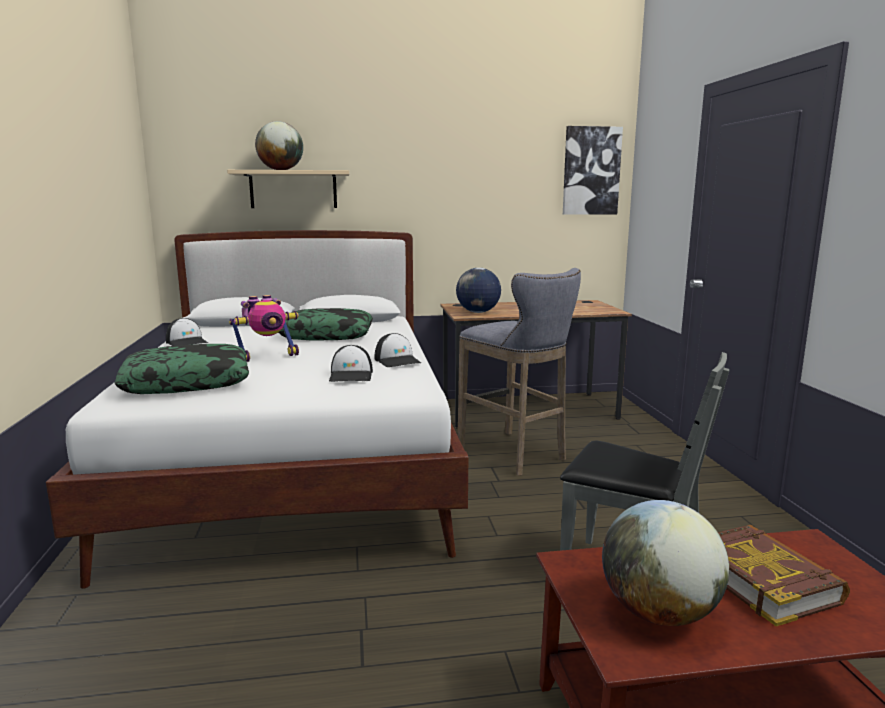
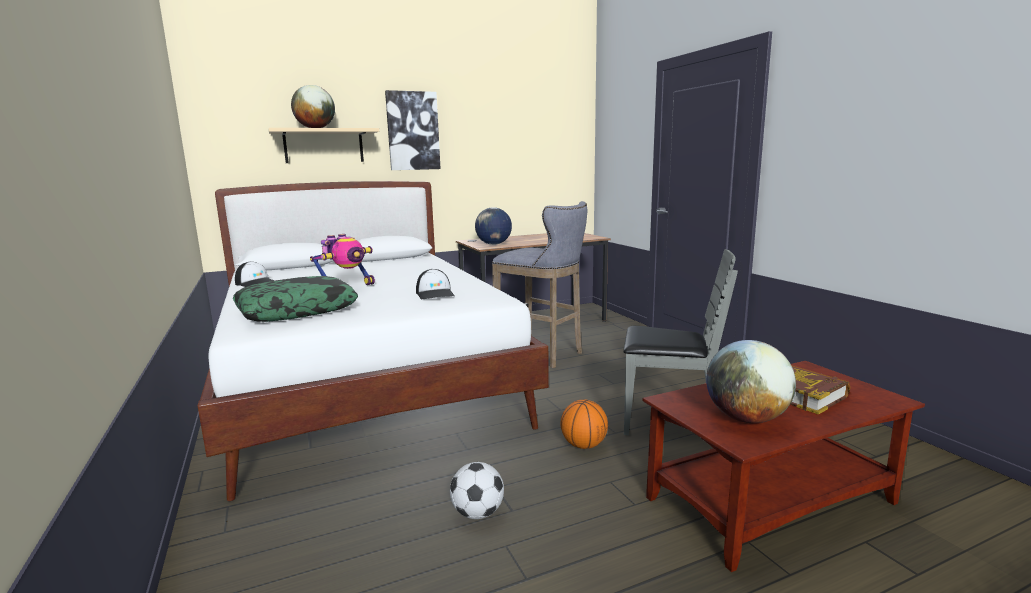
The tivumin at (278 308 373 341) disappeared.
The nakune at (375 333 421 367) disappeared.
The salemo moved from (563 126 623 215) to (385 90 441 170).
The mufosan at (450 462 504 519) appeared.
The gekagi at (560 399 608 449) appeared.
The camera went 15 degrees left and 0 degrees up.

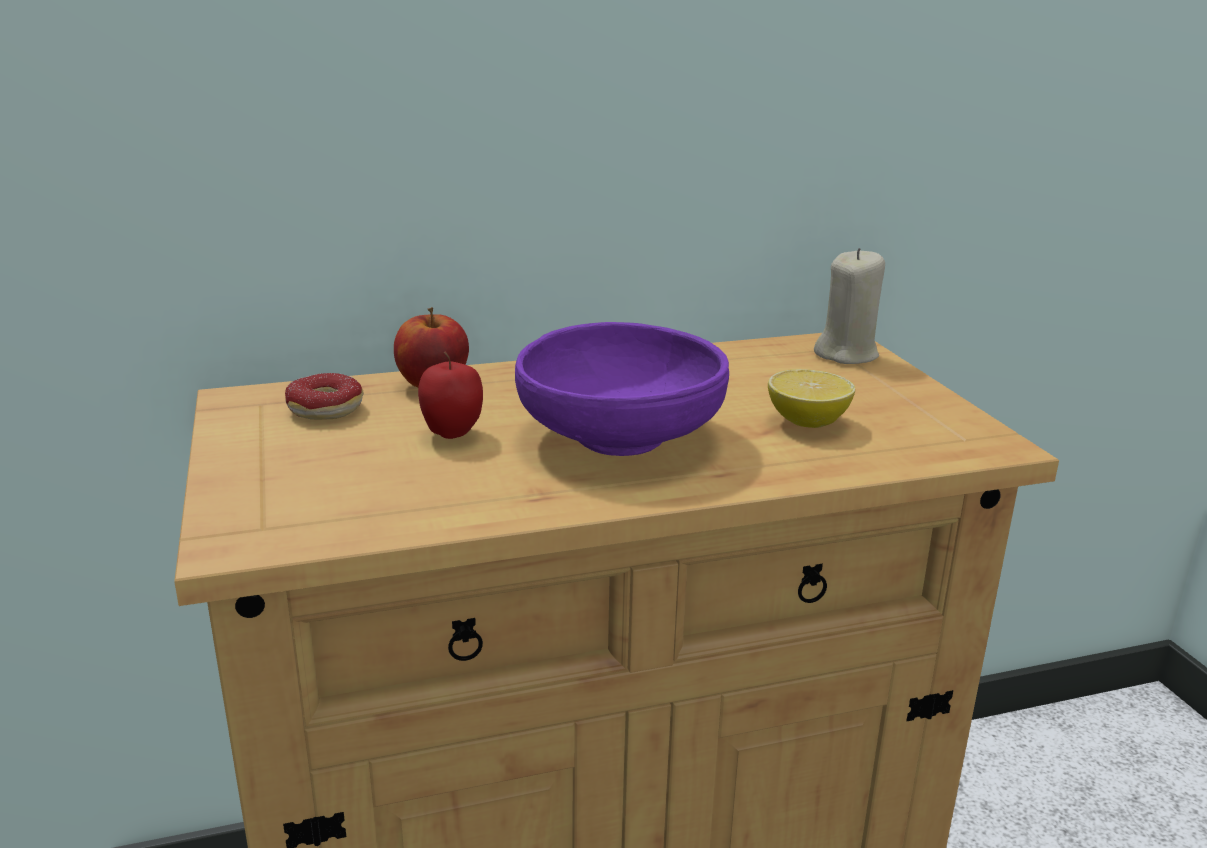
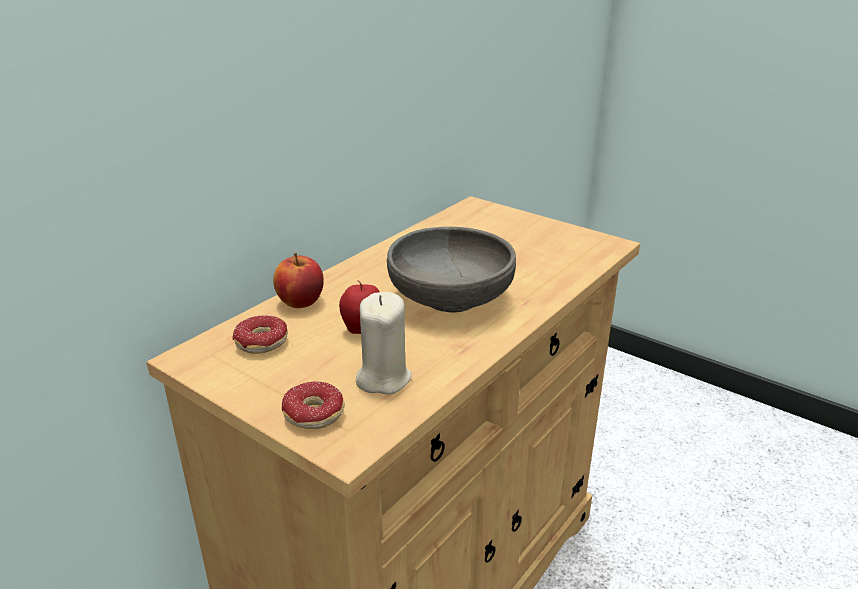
The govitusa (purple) at (515 322 729 456) became the govitusa (grey) at (387 227 516 313).
The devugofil at (768 369 855 428) disappeared.
The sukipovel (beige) moved from (814 248 885 364) to (356 292 411 395).
The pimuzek at (282 381 345 429) appeared.
The camera went 35 degrees left and 5 degrees up.

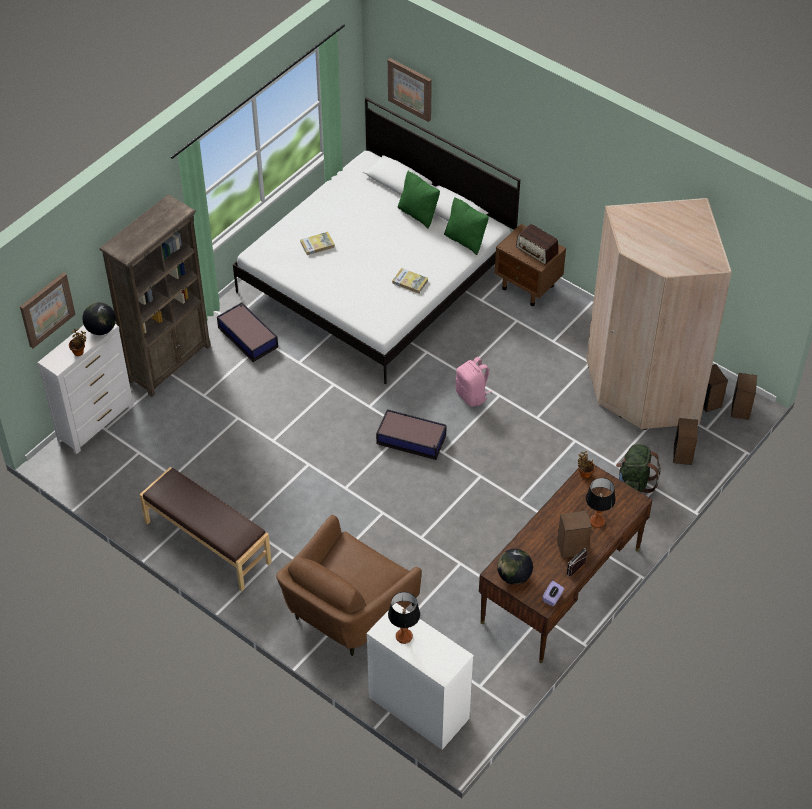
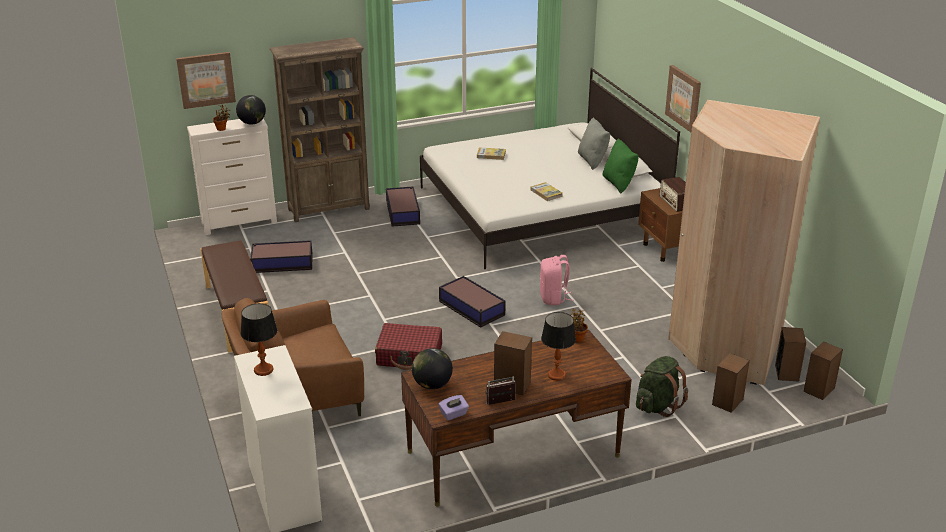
The salemo moved from (388 58 432 122) to (665 65 701 132).
The tivumin (green) at (398 171 440 229) became the tivumin (grey) at (578 117 610 170).
The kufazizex at (250 240 313 273) appeared.
The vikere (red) at (375 323 442 370) appeared.
The camera went 30 degrees right and 20 degrees down.

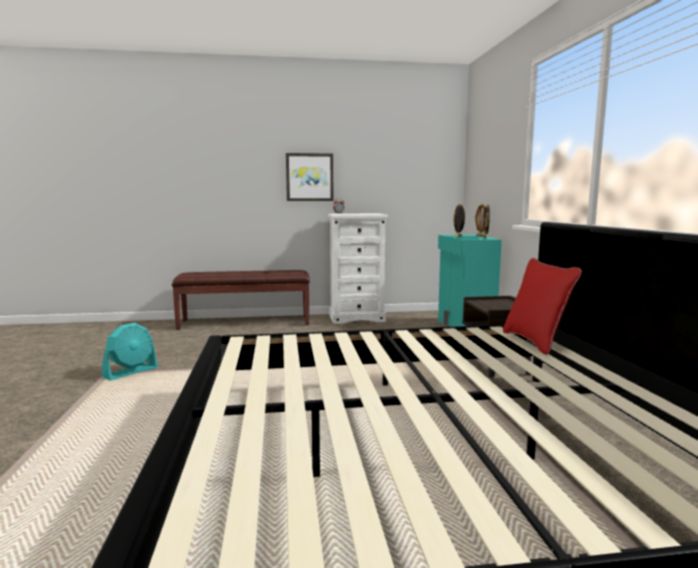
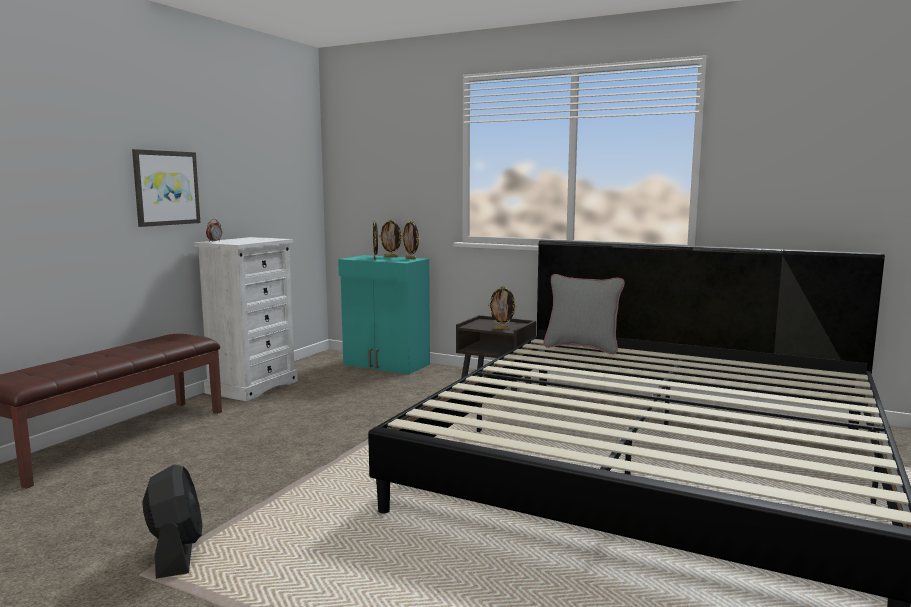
The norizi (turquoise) at (101 323 158 381) became the norizi (black) at (142 464 202 578).
The tivumin (red) at (503 258 582 355) became the tivumin (grey) at (543 274 625 354).
The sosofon at (488 286 517 330) appeared.
The camera went 55 degrees left and 0 degrees up.

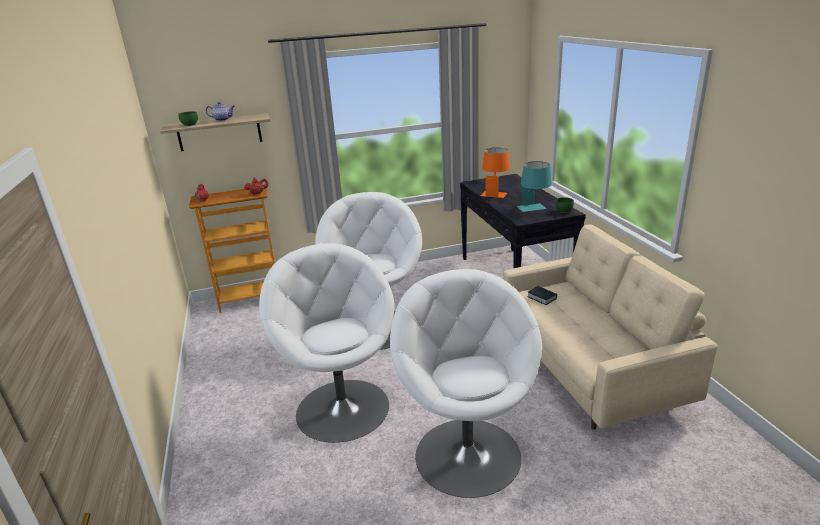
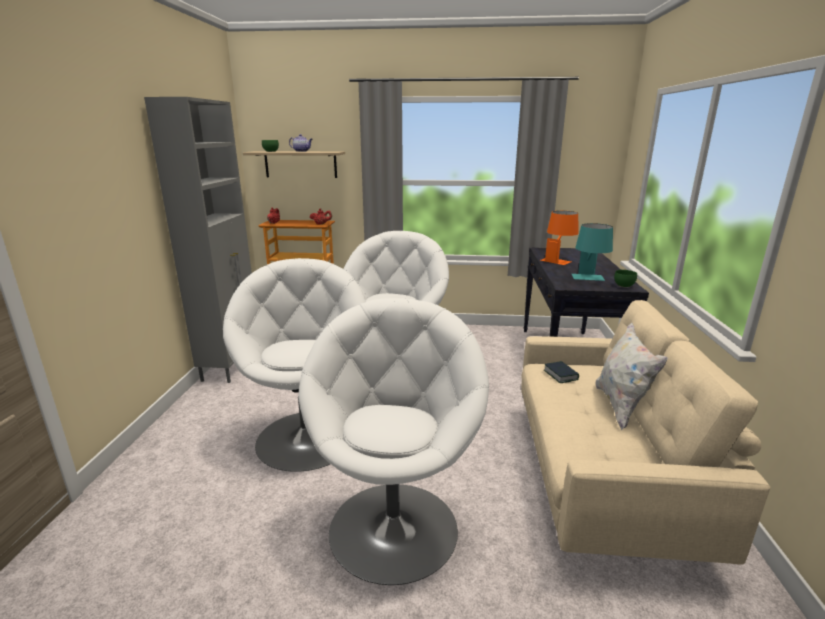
The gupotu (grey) at (144 97 252 383) appeared.
The tivumin (white) at (595 323 668 430) appeared.
The camera went 20 degrees right and 5 degrees down.

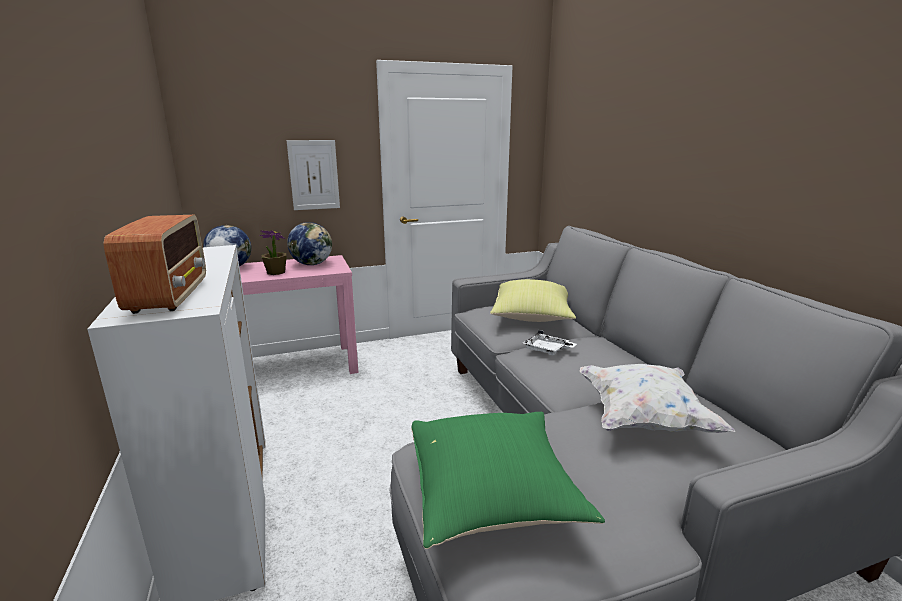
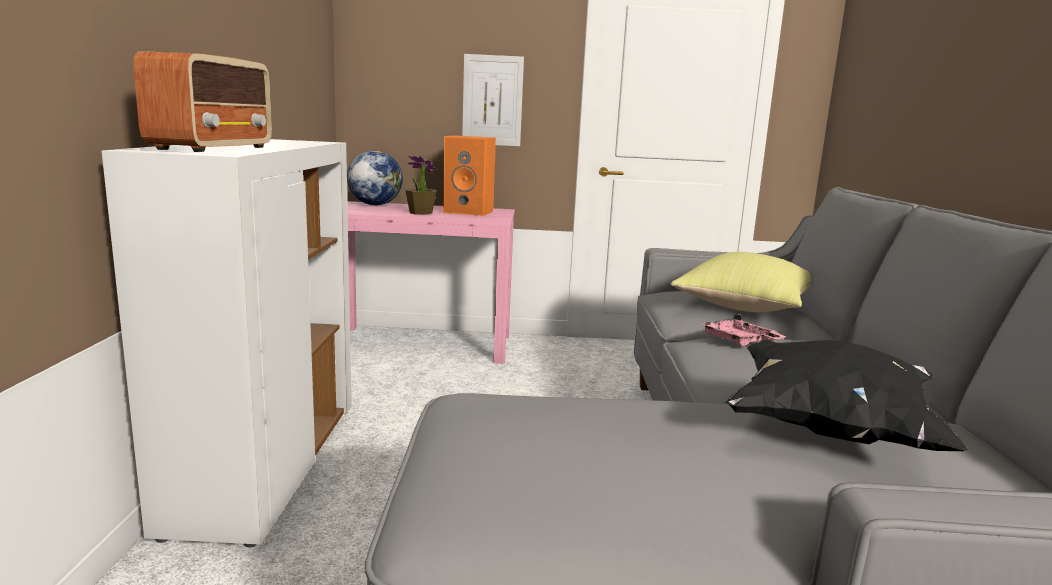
The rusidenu at (287 222 332 265) was replaced by the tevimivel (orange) at (443 135 496 216).
The tivumin (green) at (411 411 605 549) disappeared.
The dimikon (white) at (523 330 577 355) became the dimikon (pink) at (700 313 787 346).
The tivumin (white) at (580 364 735 433) became the tivumin (black) at (725 340 967 451).
The camera went 20 degrees right and 5 degrees down.

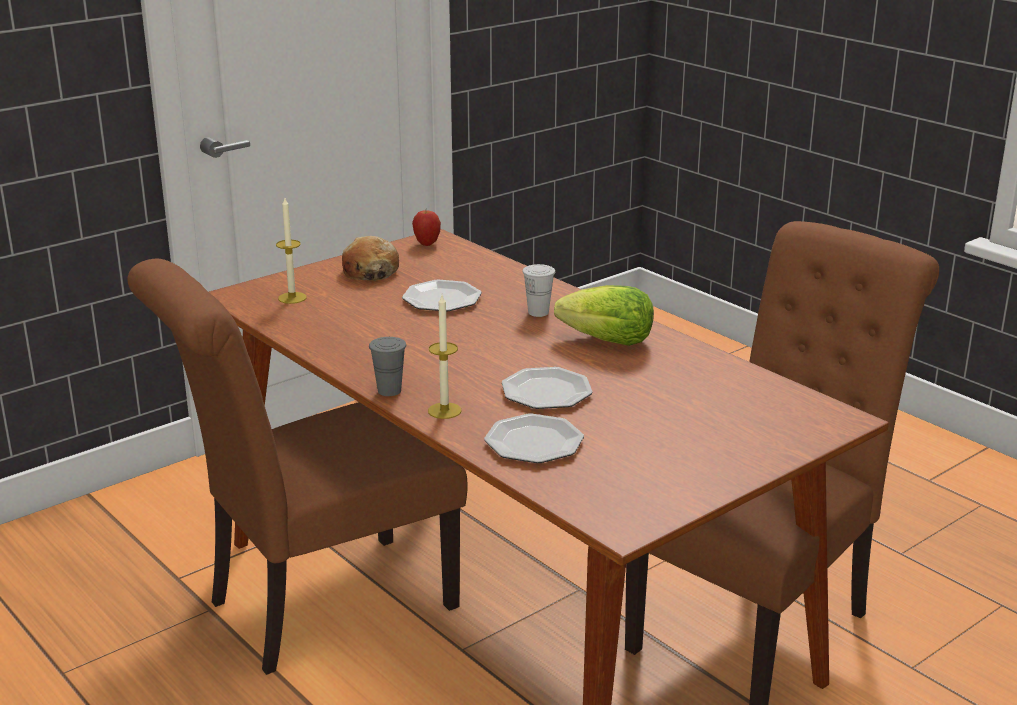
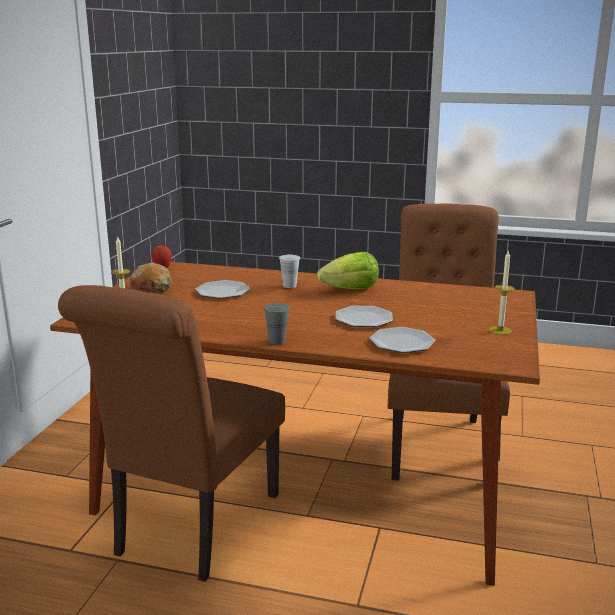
The sukipovel moved from (428 295 462 419) to (489 251 515 335).
The camera went 35 degrees left and 5 degrees down.

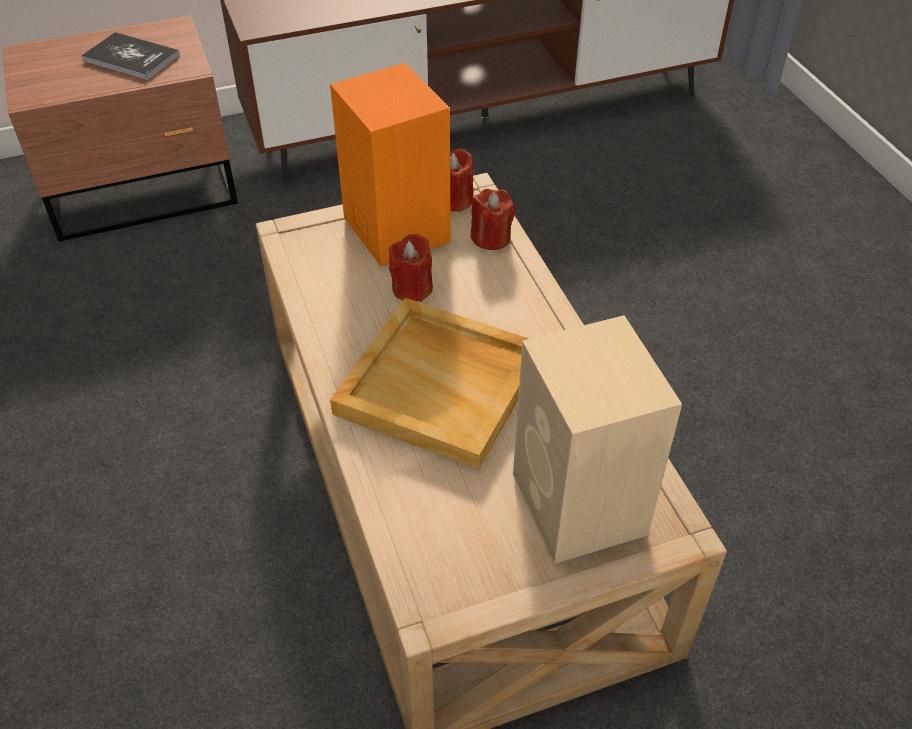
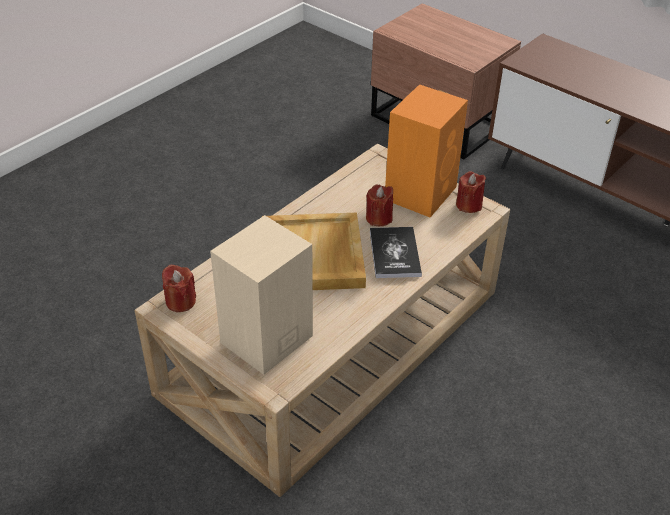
The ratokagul moved from (81 32 180 80) to (370 227 422 278).
The sukipovel (red) moved from (471 189 515 250) to (162 264 196 312).
The camera went 60 degrees right and 5 degrees down.

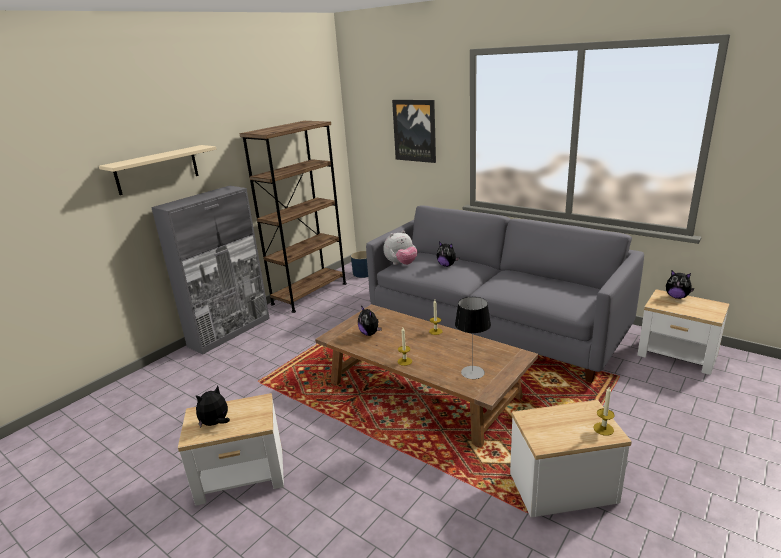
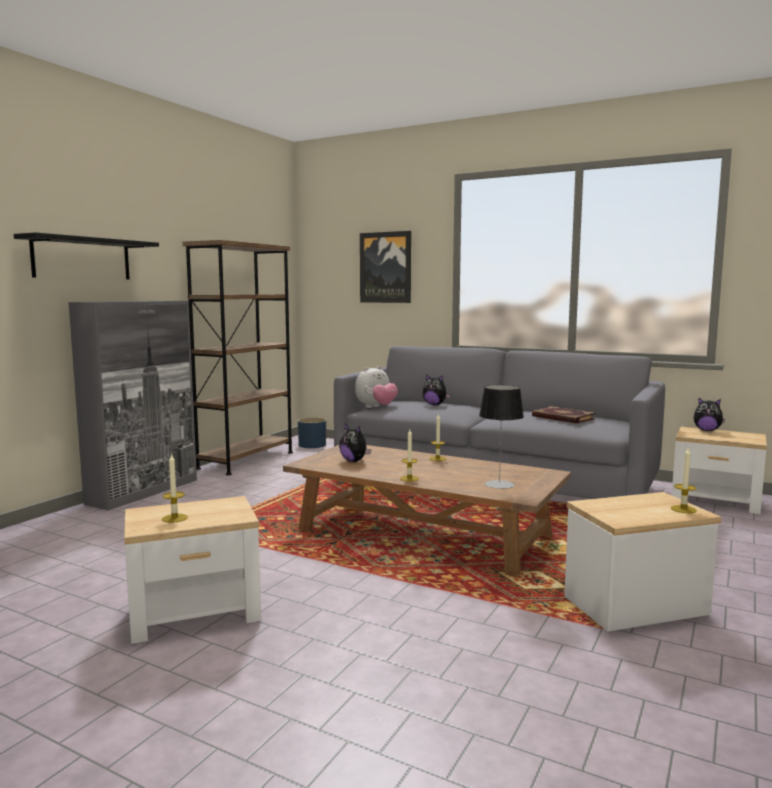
The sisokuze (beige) at (99 145 216 195) became the sisokuze (black) at (14 232 159 279).
The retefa at (196 386 230 427) was replaced by the sukipovel at (162 453 188 523).
The ratokagul at (532 406 596 424) appeared.
The camera went 10 degrees left and 15 degrees down.

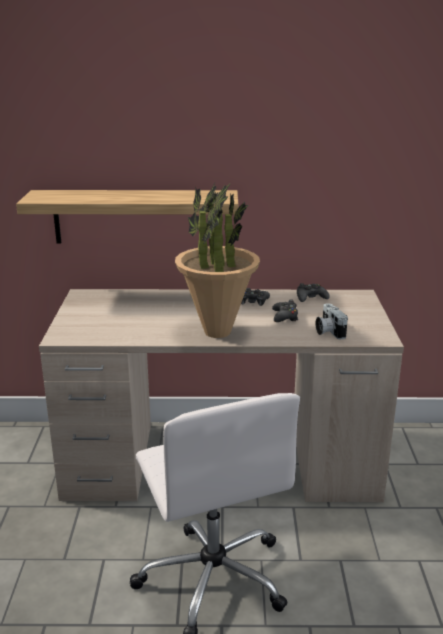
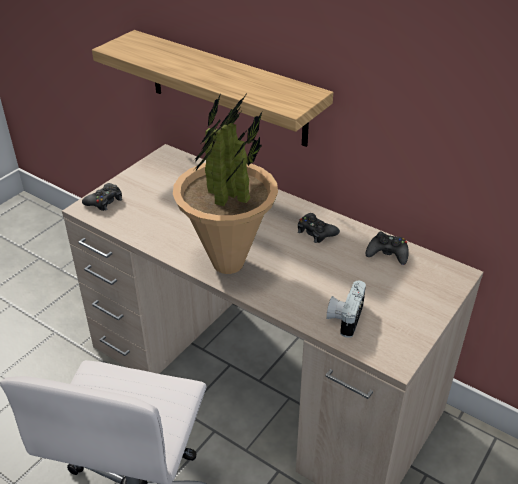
The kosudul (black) moved from (272 300 298 322) to (82 183 122 211).
The camera went 35 degrees right and 15 degrees up.

